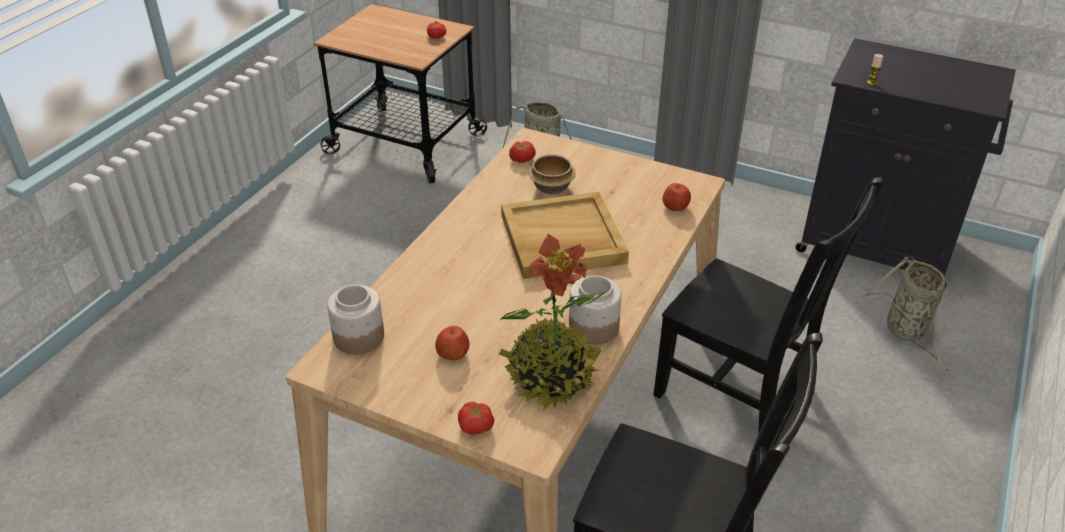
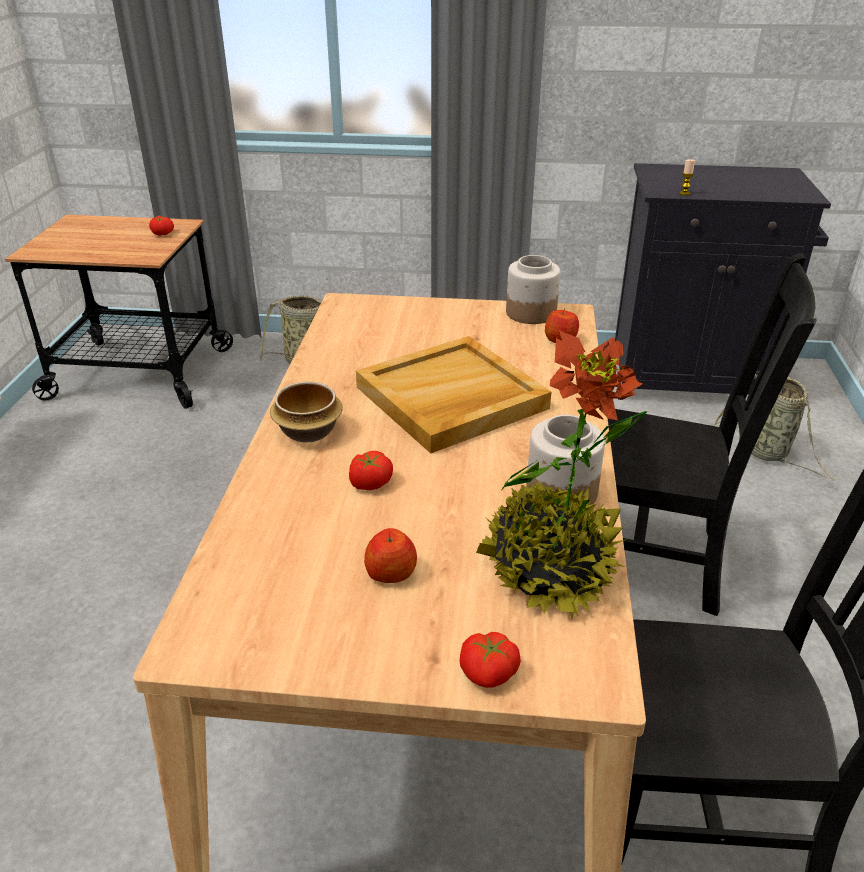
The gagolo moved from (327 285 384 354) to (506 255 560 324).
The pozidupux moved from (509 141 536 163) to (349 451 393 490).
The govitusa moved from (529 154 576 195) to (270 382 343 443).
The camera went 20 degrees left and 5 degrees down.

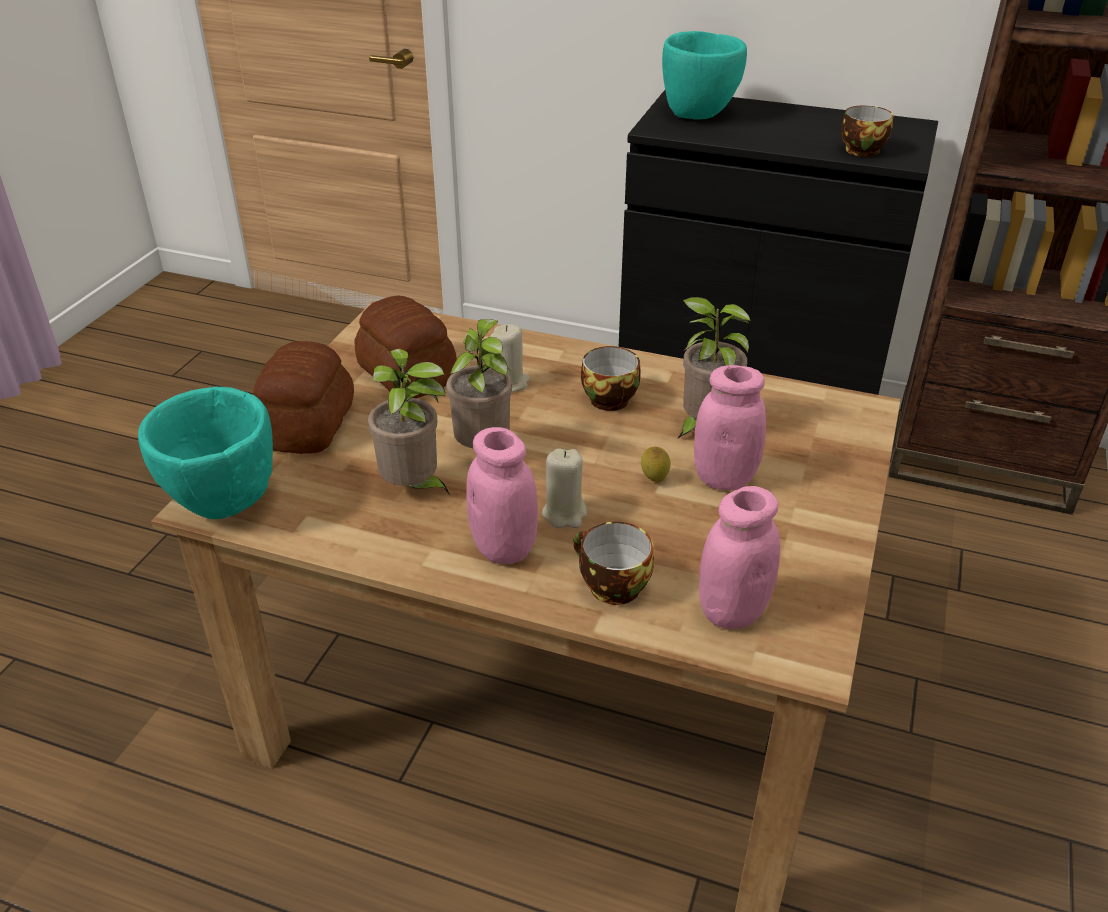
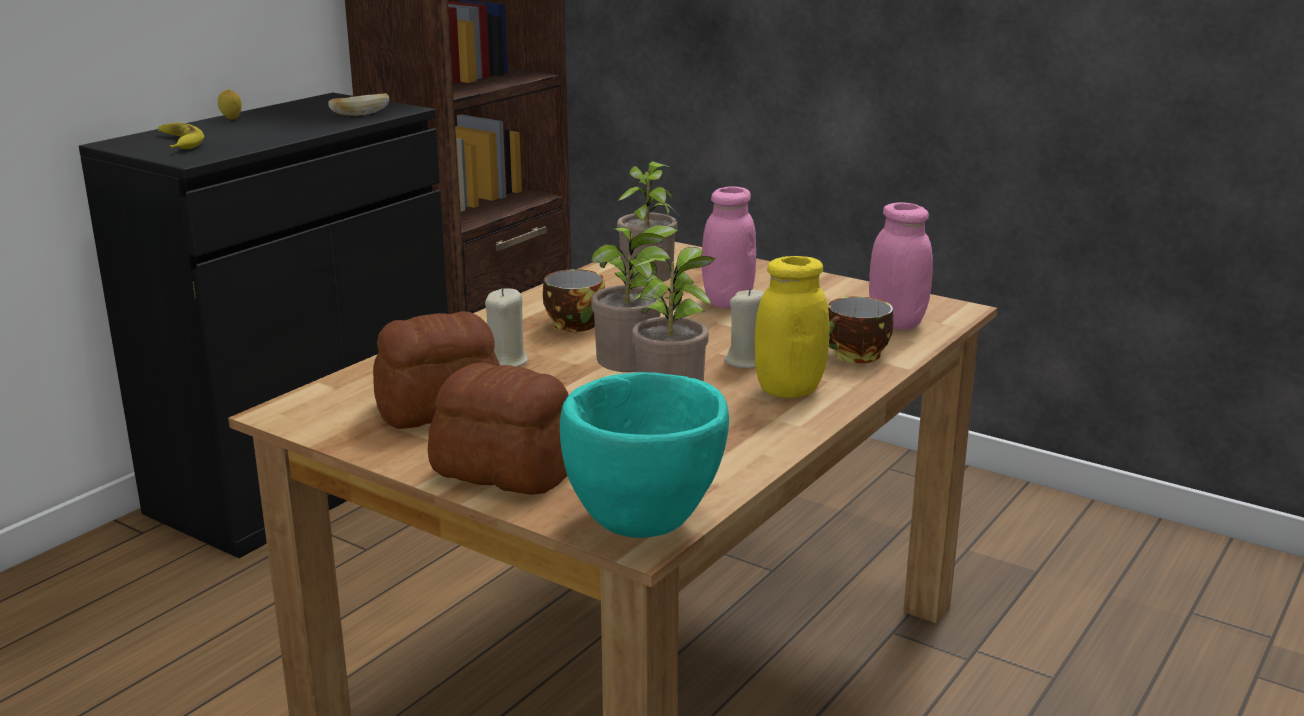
The gagolo (pink) at (466 427 538 564) became the gagolo (yellow) at (755 256 829 398).
The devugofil moved from (641 447 671 482) to (218 89 242 120).
The govitusa (turquoise) at (662 31 747 120) was replaced by the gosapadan at (158 122 204 149).
The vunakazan at (841 105 893 157) was replaced by the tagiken at (328 93 389 116).
The camera went 75 degrees left and 15 degrees down.

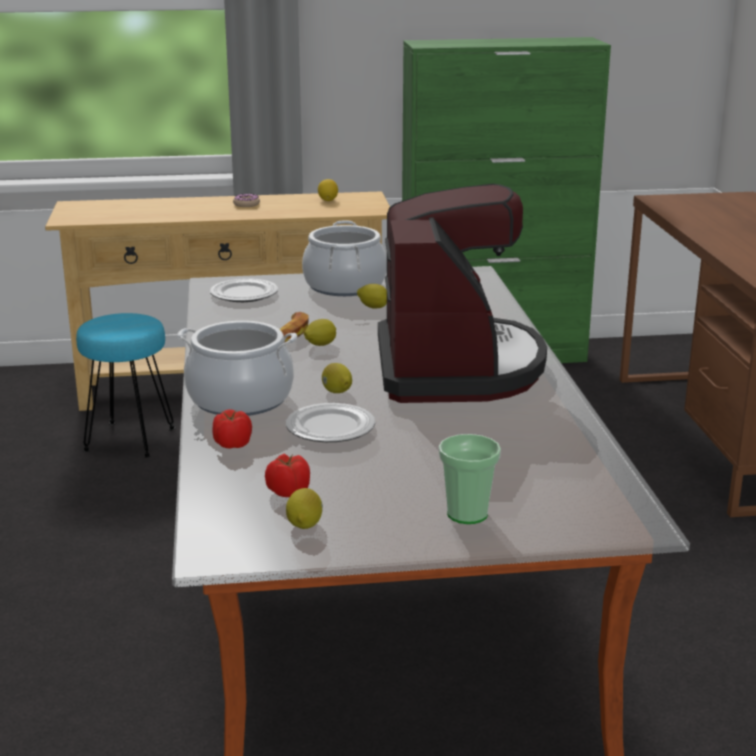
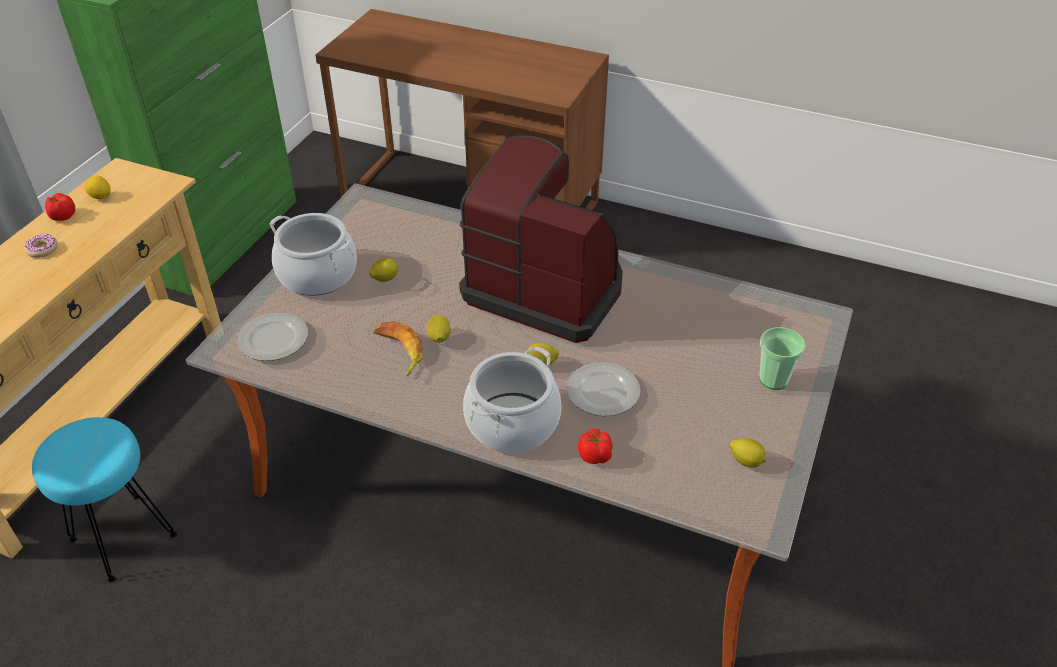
The pozidupux moved from (265 453 310 497) to (45 193 75 221).
The camera went 60 degrees left and 20 degrees up.

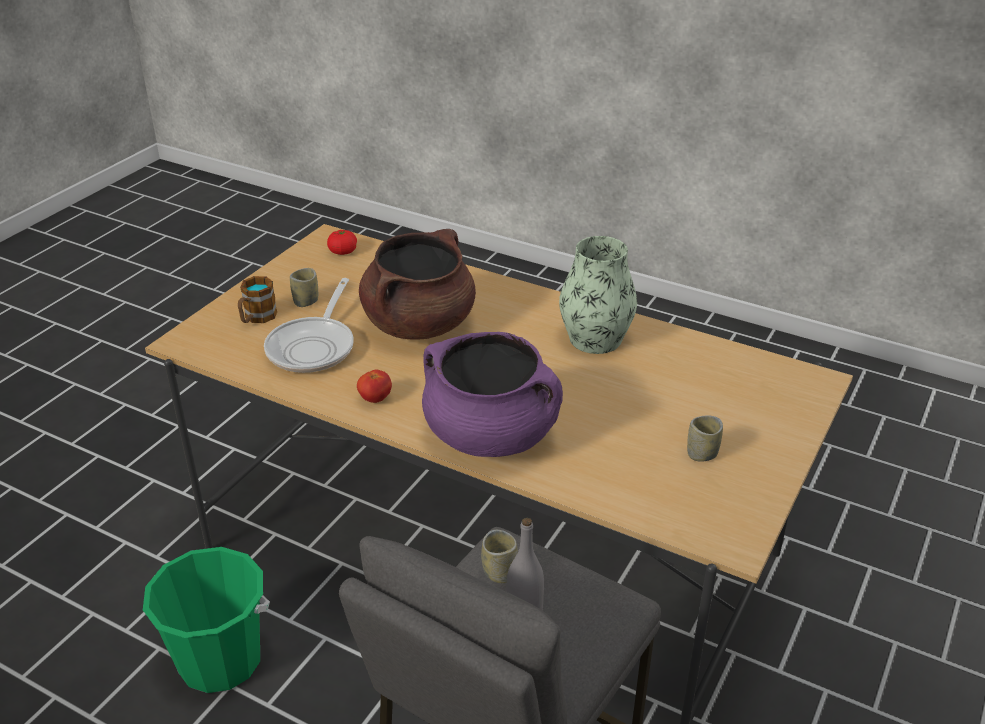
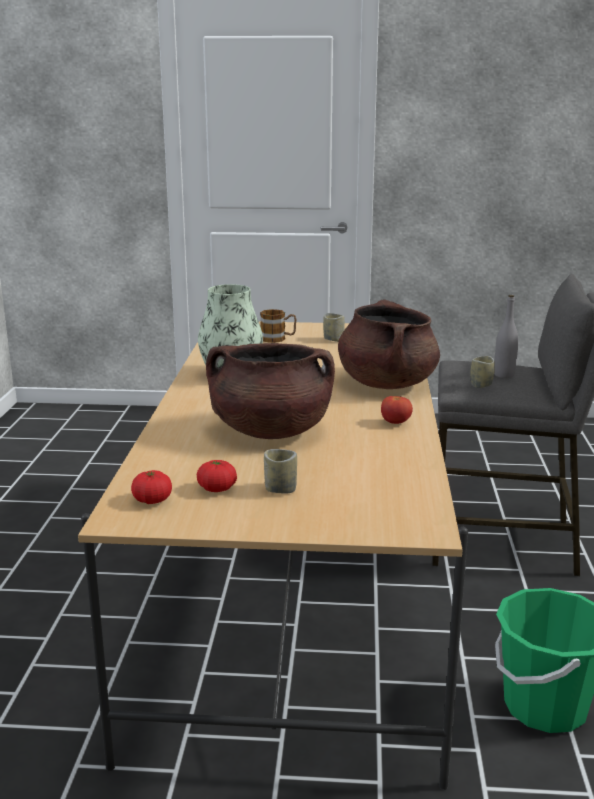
The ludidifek moved from (238 276 277 323) to (260 309 297 343).
The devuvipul at (264 278 354 373) disappeared.
The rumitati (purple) at (422 332 563 457) became the rumitati (brown) at (338 299 440 389).
The pozidupux at (197 460 237 492) appeared.
The camera went 115 degrees left and 15 degrees down.

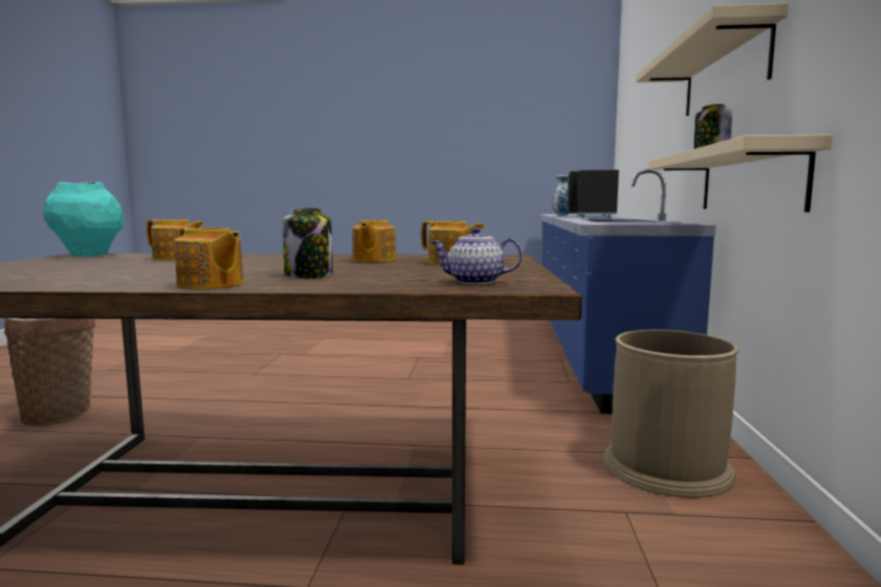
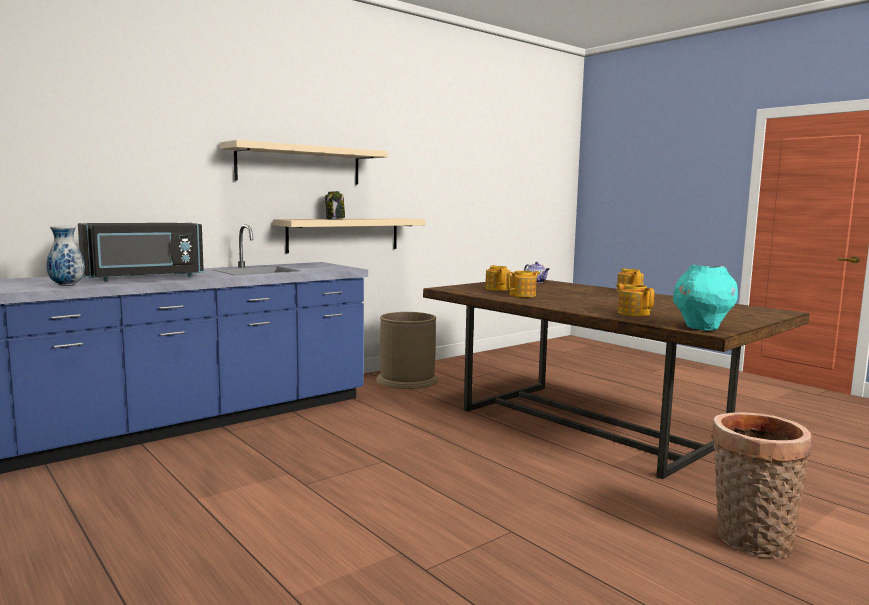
The gagolo at (283 208 333 278) disappeared.
The camera went 135 degrees left and 0 degrees up.

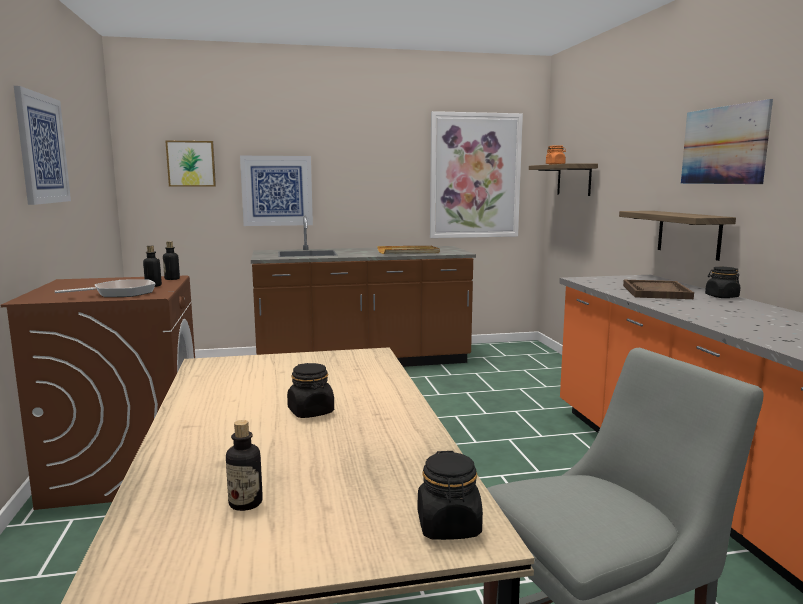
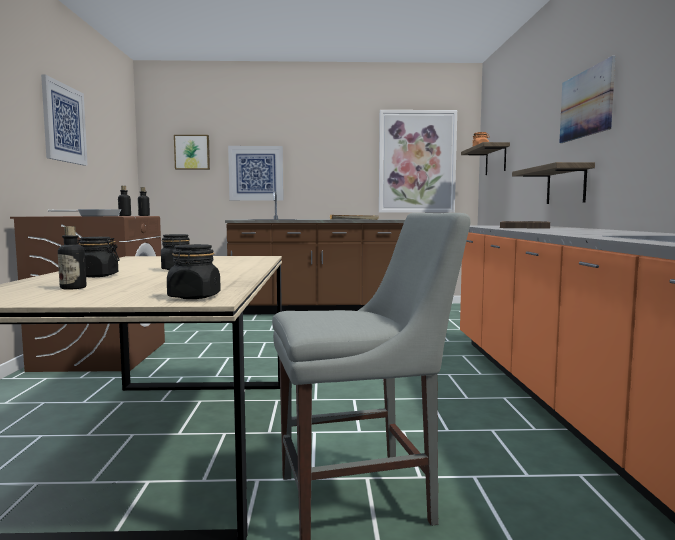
The gagolo (black) moved from (705 267 740 298) to (78 237 120 277).
The camera went 10 degrees right and 5 degrees down.

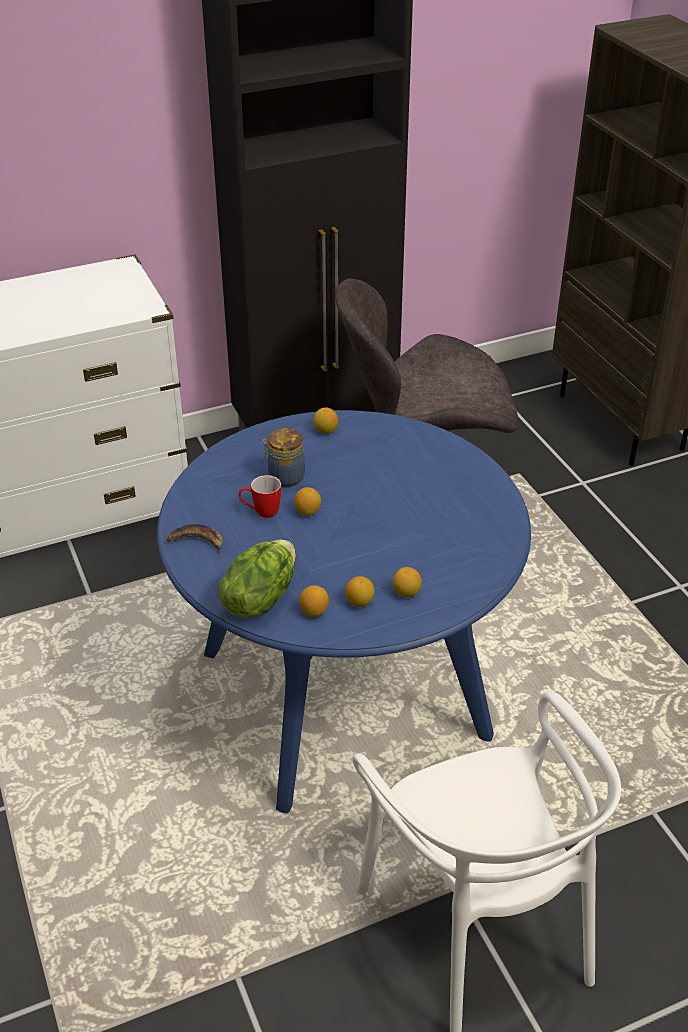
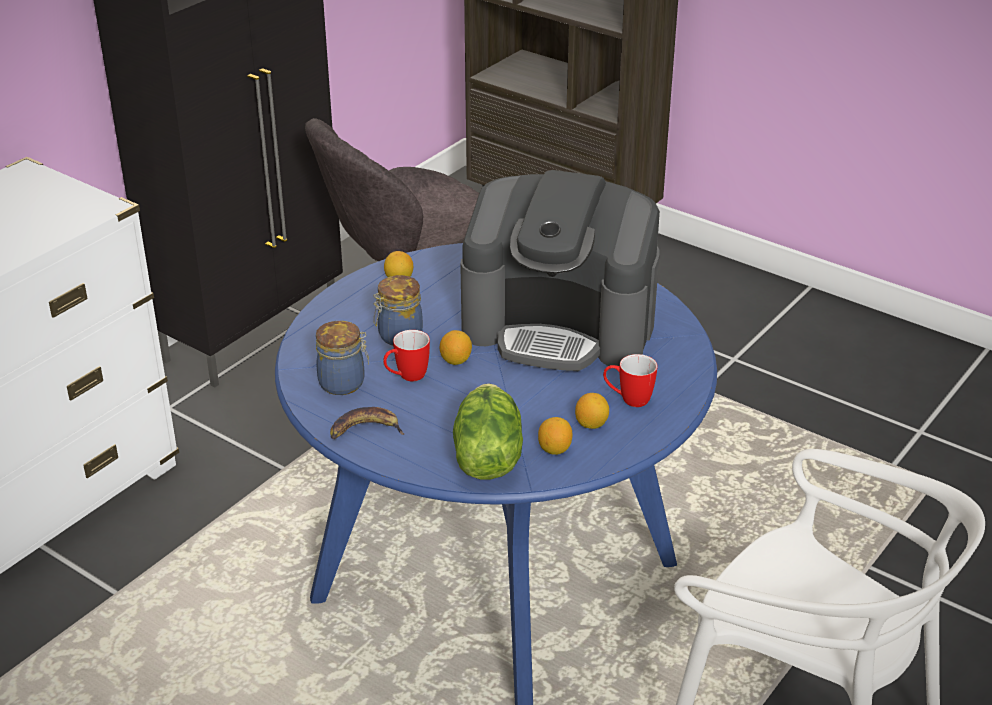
The devugofil at (392 567 422 597) was replaced by the ludidifek at (603 354 658 407).
The gagolo at (316 321 369 395) appeared.
The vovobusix at (460 170 660 371) appeared.
The camera went 30 degrees left and 5 degrees down.

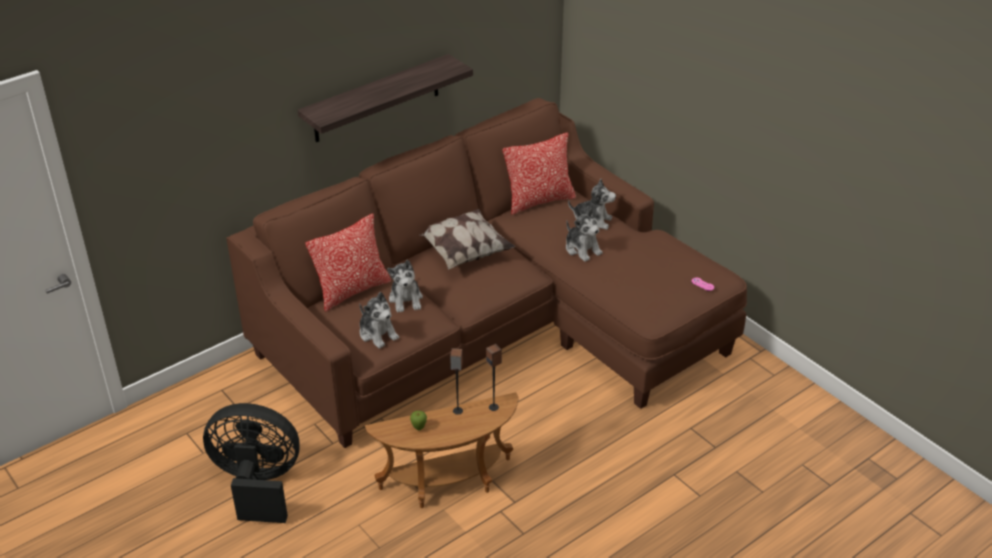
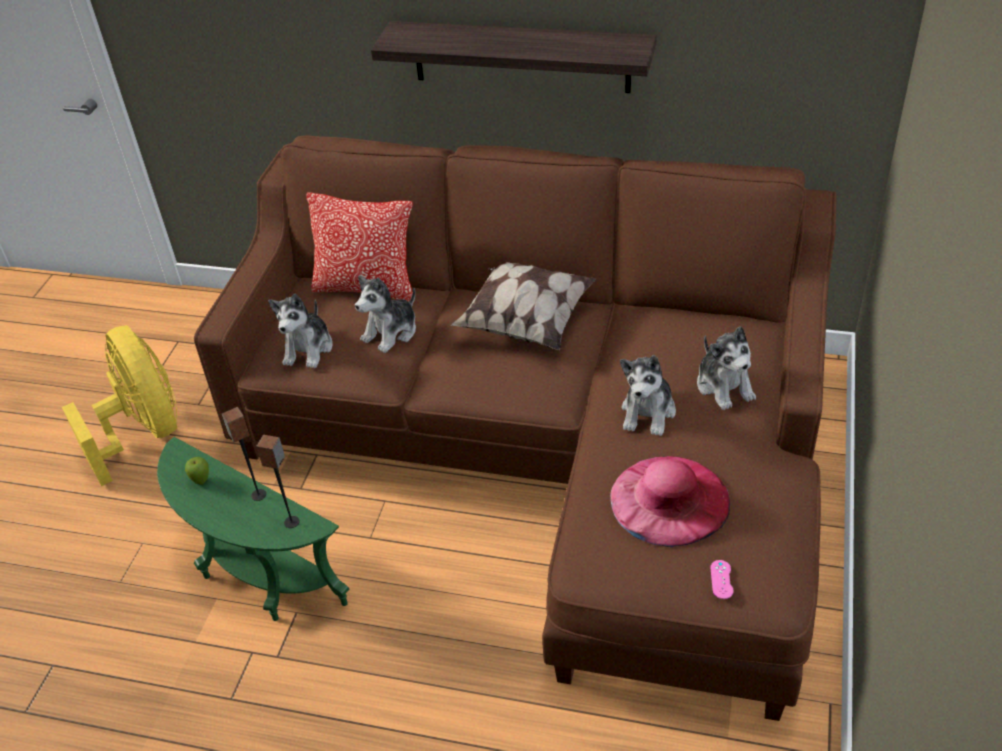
The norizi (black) at (203 403 300 523) became the norizi (yellow) at (62 325 177 486).
The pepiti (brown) at (365 392 519 508) became the pepiti (green) at (157 437 349 621).
The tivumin at (503 132 576 215) disappeared.
The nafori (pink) at (610 456 730 547) appeared.
The camera went 55 degrees right and 5 degrees up.

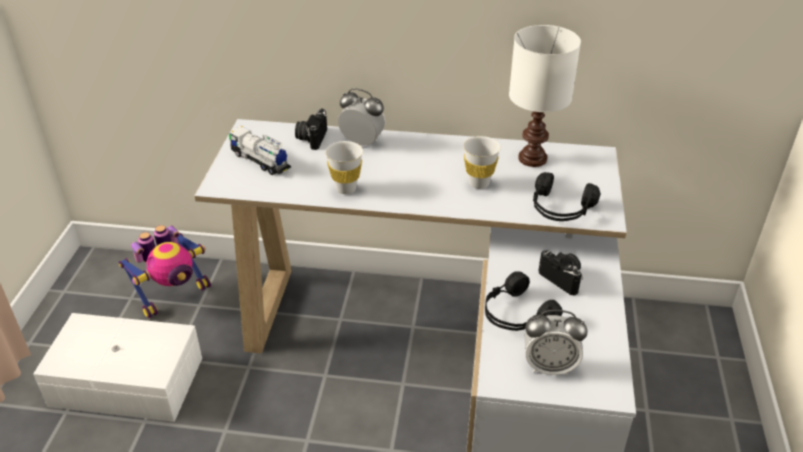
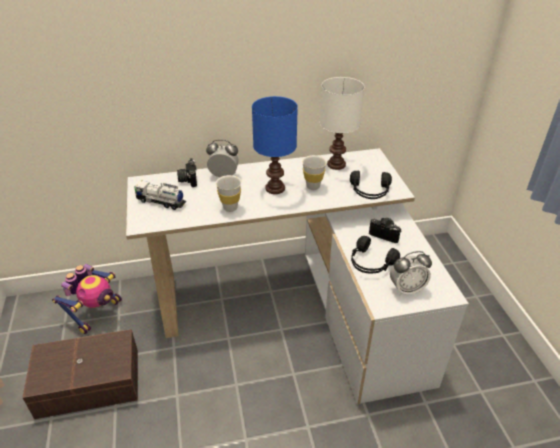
The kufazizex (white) at (33 313 202 422) became the kufazizex (brown) at (22 329 138 419).
The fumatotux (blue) at (252 96 298 194) appeared.
The camera went 20 degrees left and 0 degrees up.

